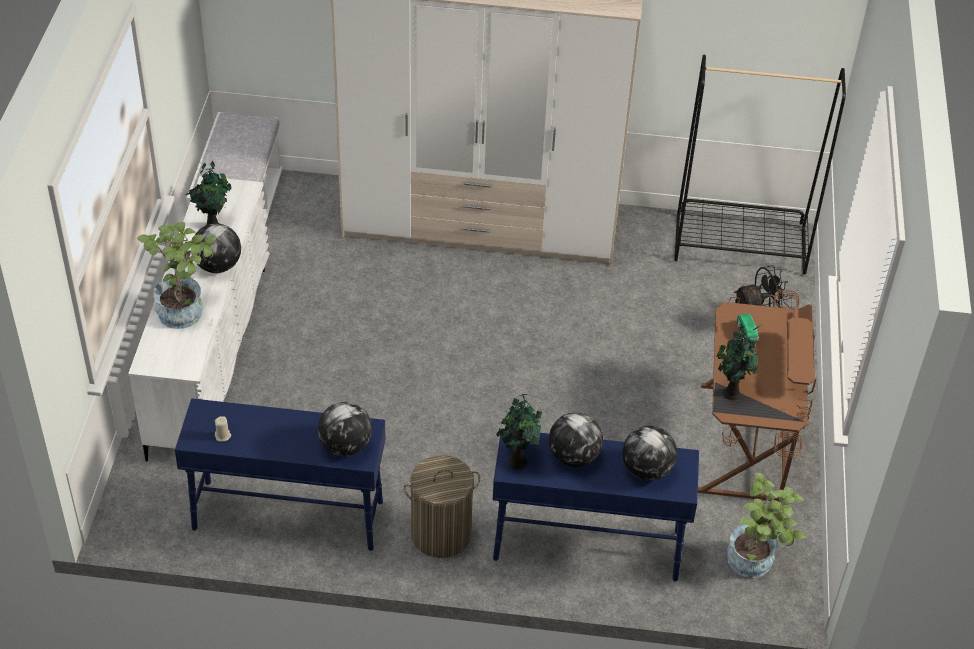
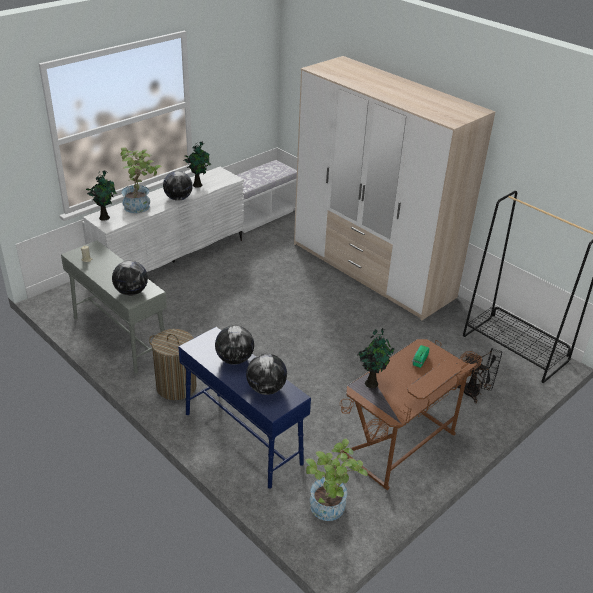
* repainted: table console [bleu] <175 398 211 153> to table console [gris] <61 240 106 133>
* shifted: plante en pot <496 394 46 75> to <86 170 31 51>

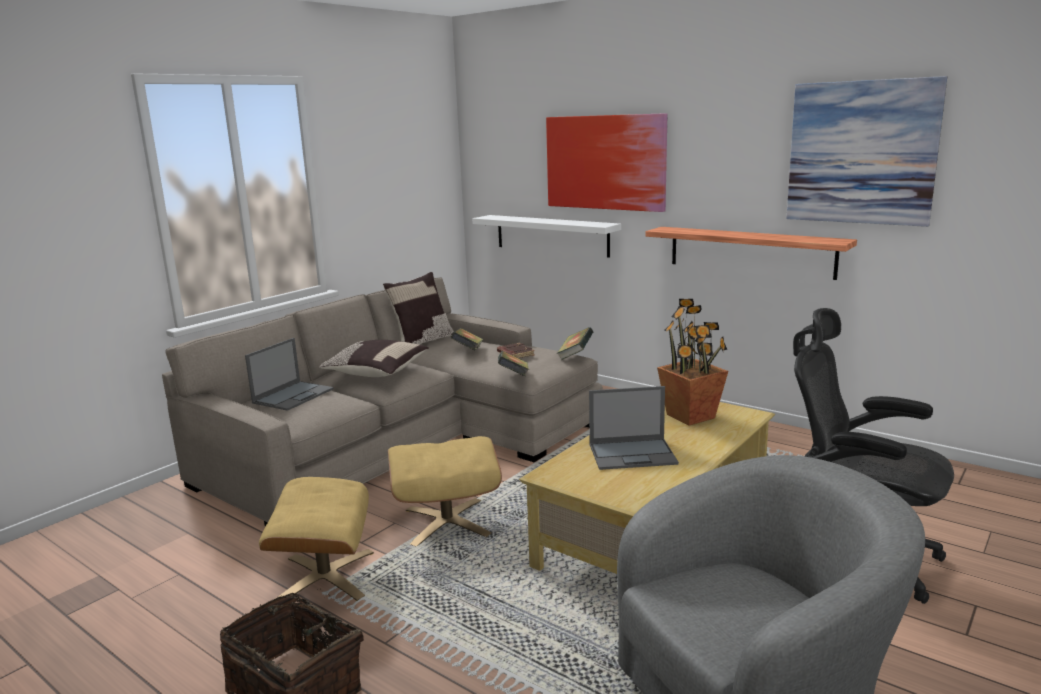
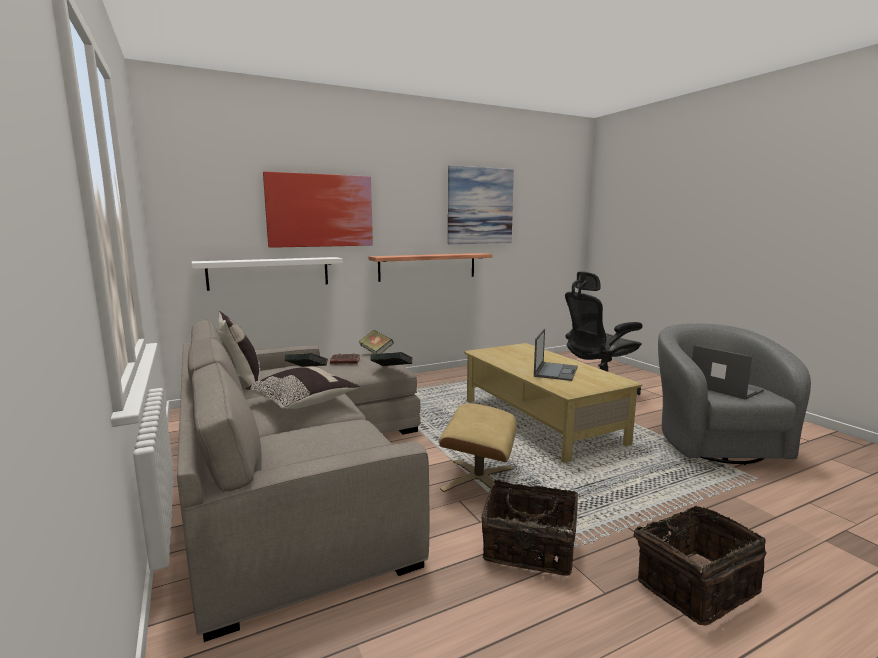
* shifted: ordinateur portable <245 338 89 73> to <692 345 72 55>
* swapped: pouf [beige] <259 477 115 124> to panier <481 480 97 96>
* gone: plante en pot <657 299 71 127>

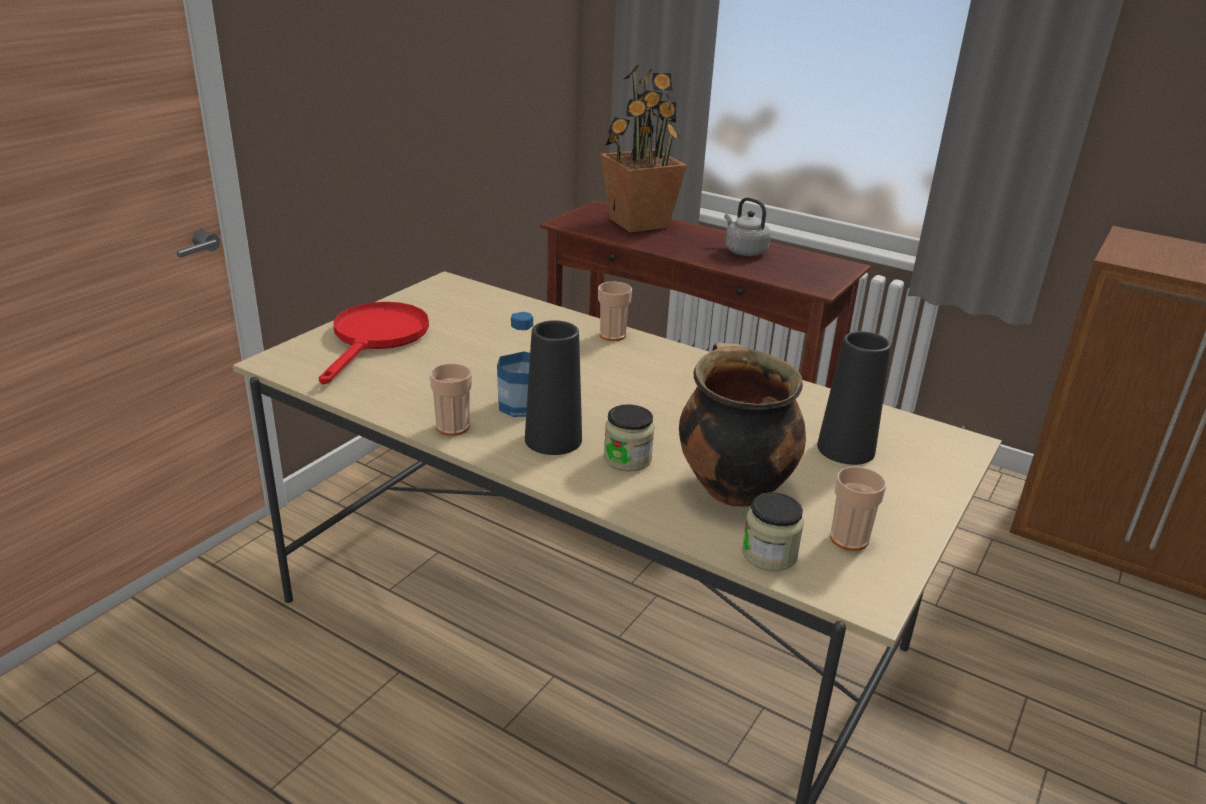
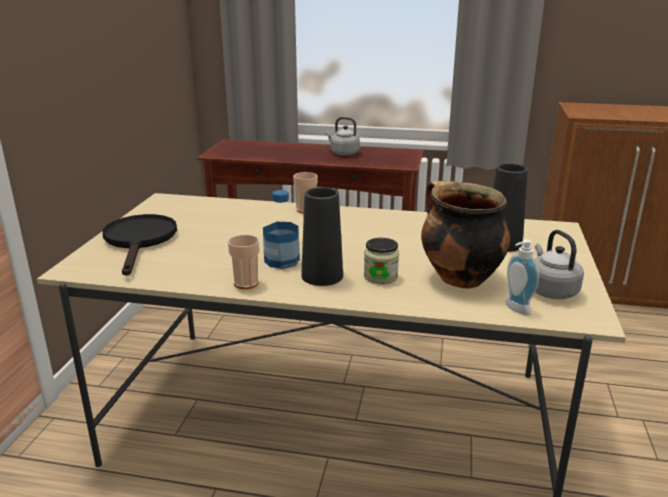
* repainted: poêle [rouge] <319 302 110 82> to poêle [noir] <102 214 75 62>
* gone: plante en pot <600 65 87 168>
* swapped: bocal <742 492 62 79> to distributeur de savon <506 239 33 76>
* swapped: tasse <830 467 56 84> to bouilloire [gris] <534 230 50 69>

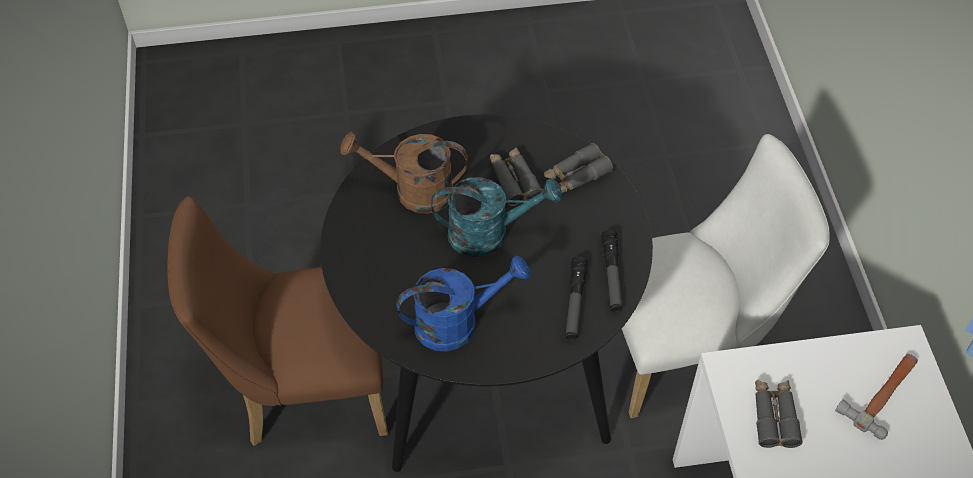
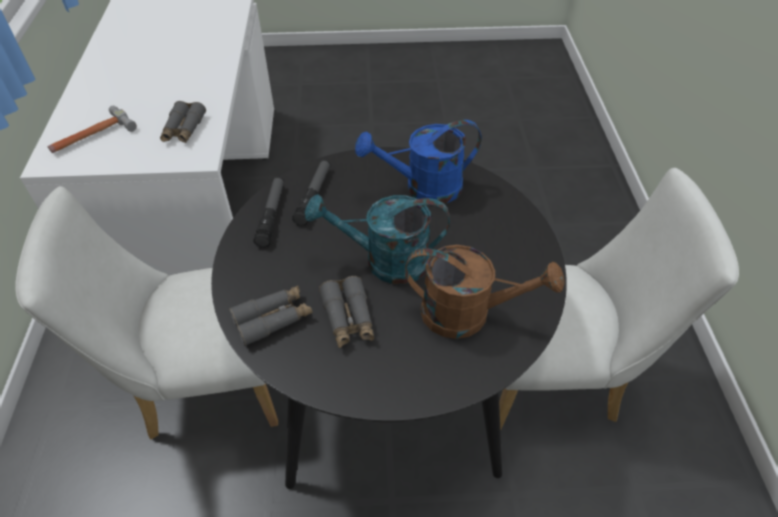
* repainted: chaise [marron] <167 196 221 250> to chaise [blanc] <499 168 240 262>

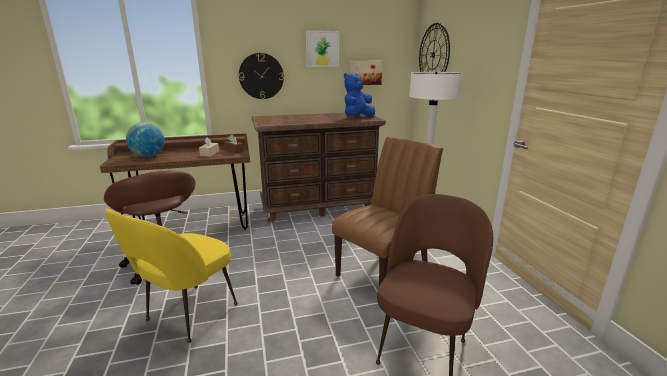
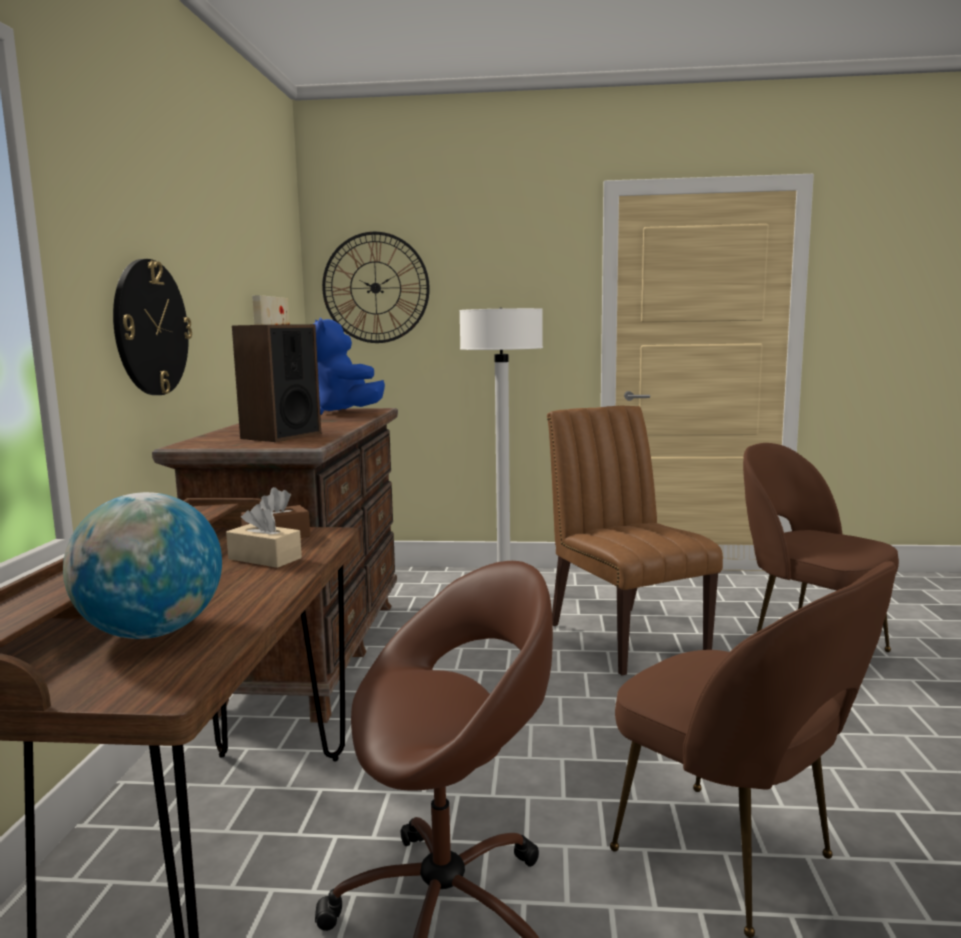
* repainted: chaise [jaune] <105 209 133 134> to chaise [marron] <610 561 287 377>
* gone: tableau <306 31 33 36>
* new: enceinte <232 324 89 118>

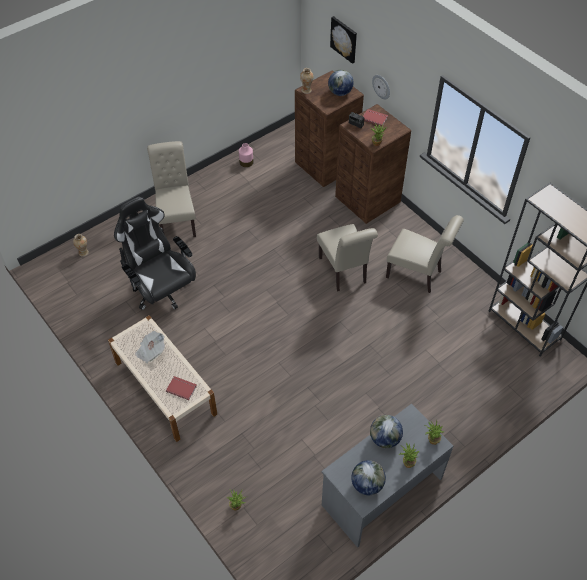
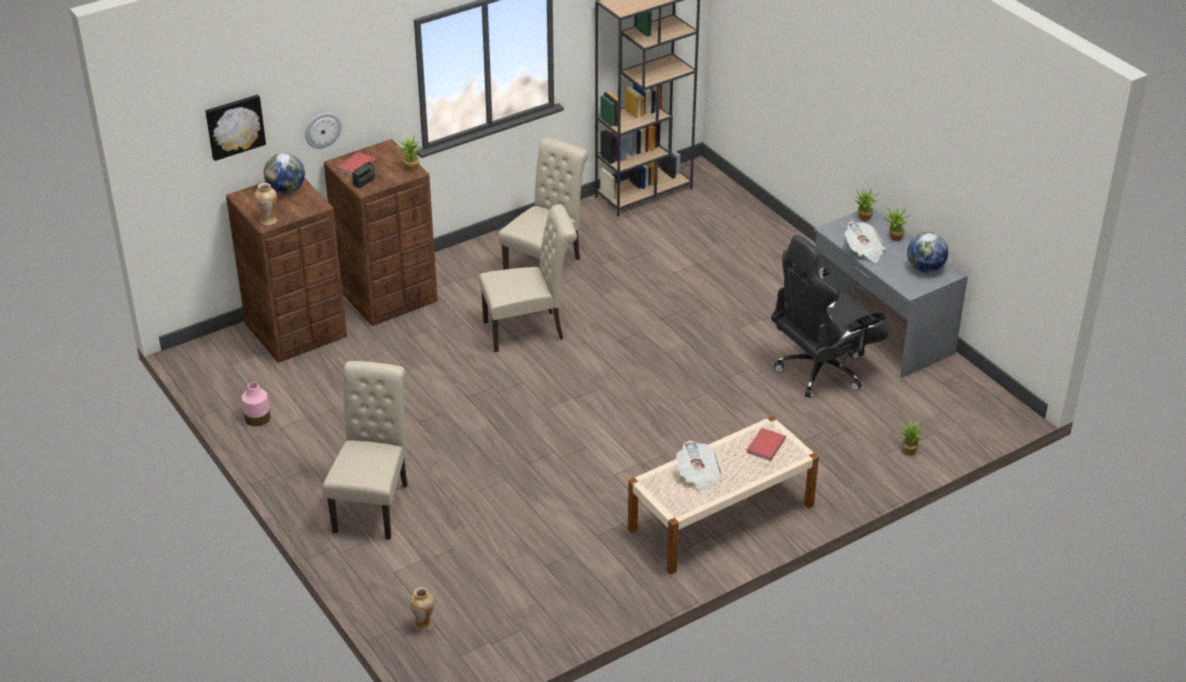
* shifted: chaise de bureau [noir] <114 197 82 113> to <771 235 118 163>
* rotated: chaise [beige] <147 141 49 96> = <323 361 85 179> 105 degrees clockwise
* swapped: globe <370 415 33 33> to journal <845 221 41 42>

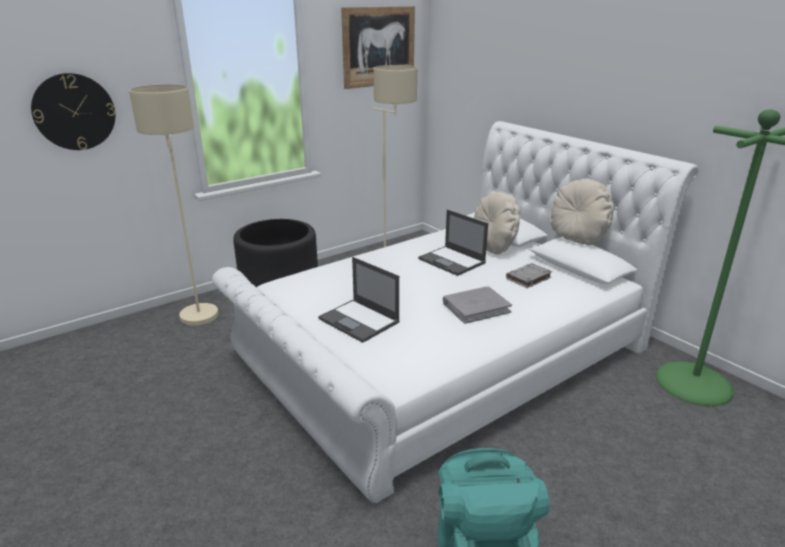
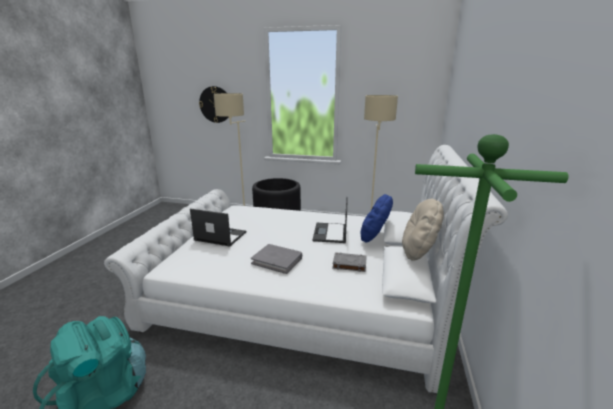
* rotated: ordinateur portable <318 257 82 86> = <190 209 57 38> 105 degrees clockwise
* gone: tableau <341 6 74 83>
* repainted: coussin [beige] <474 192 46 63> to coussin [bleu] <361 194 32 49>

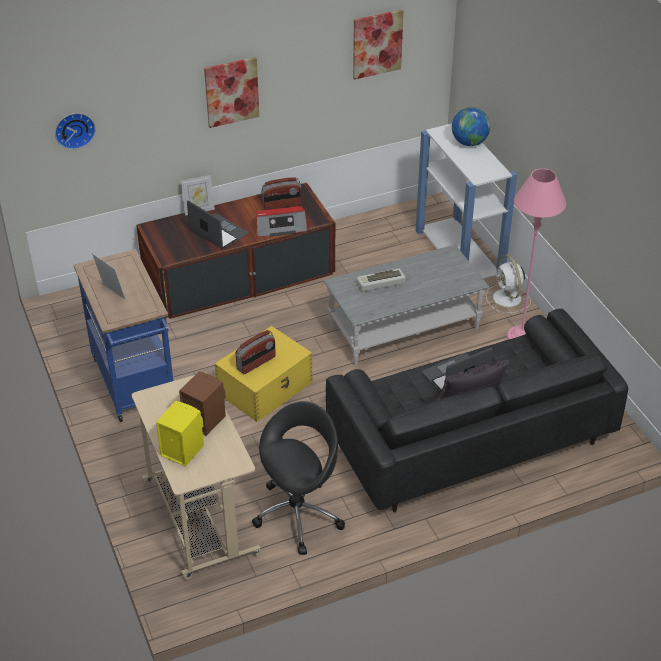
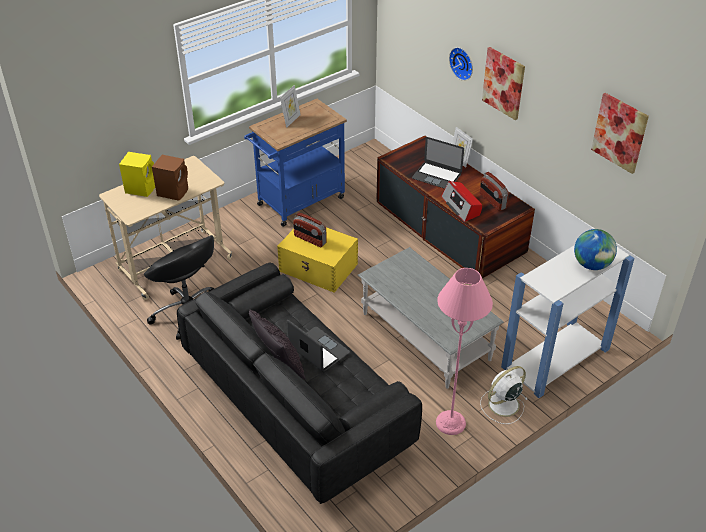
* shifted: horloge murale <55 113 41 36> to <449 47 24 34>
* rotated: ordinateur portable <187 201 61 48> = <412 137 52 52> 90 degrees clockwise
* gone: clavier <356 269 50 23>

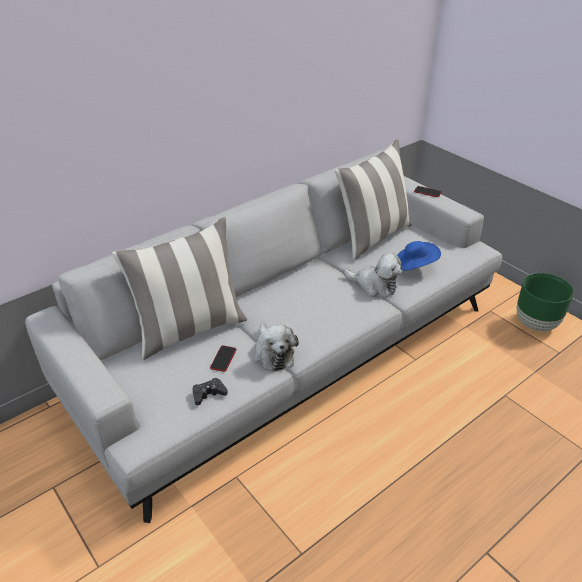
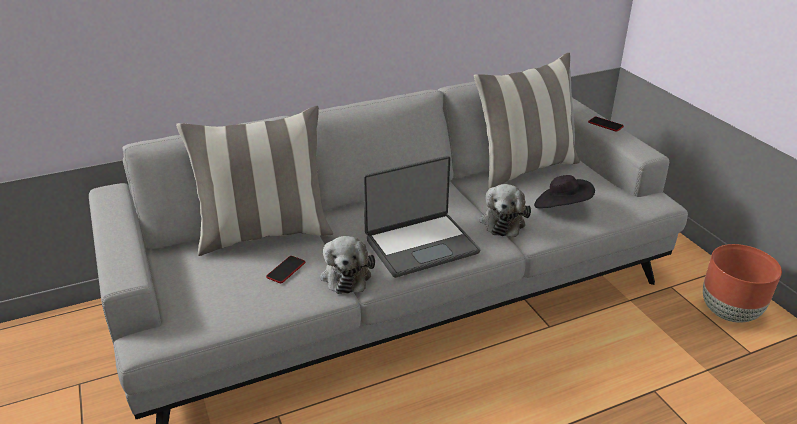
* gone: manette [noir] <193 378 35 27>
* rotated: peluche <344 253 58 44> = <480 184 51 53> 60 degrees clockwise
* repainted: chapeau [bleu] <397 241 44 30> to chapeau [noir] <534 175 61 33>
* repainted: cache-pot [vert] <517 273 57 58> to cache-pot [marron] <703 244 79 79>
* new: ordinateur portable <363 156 117 122>

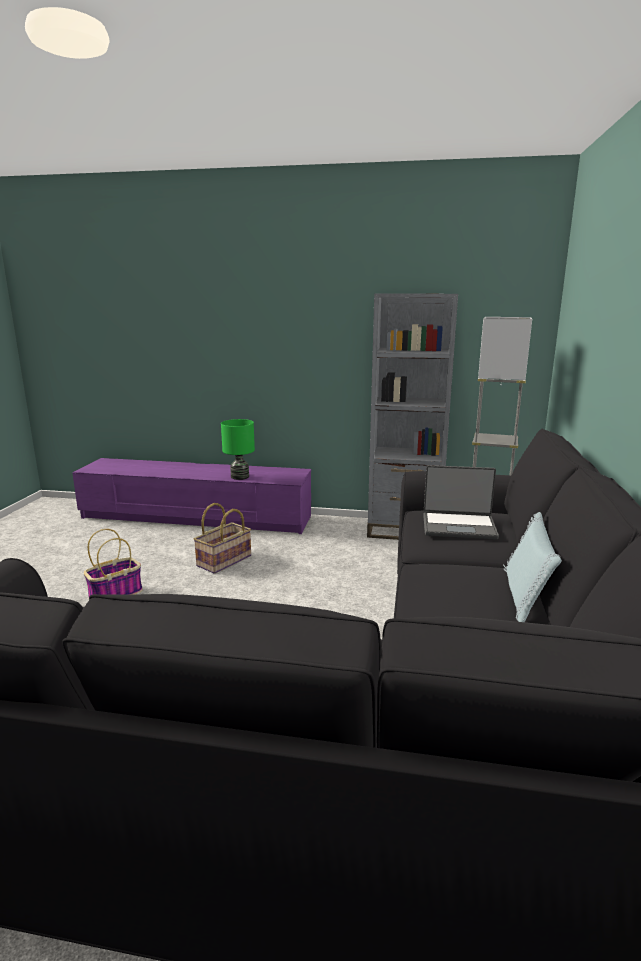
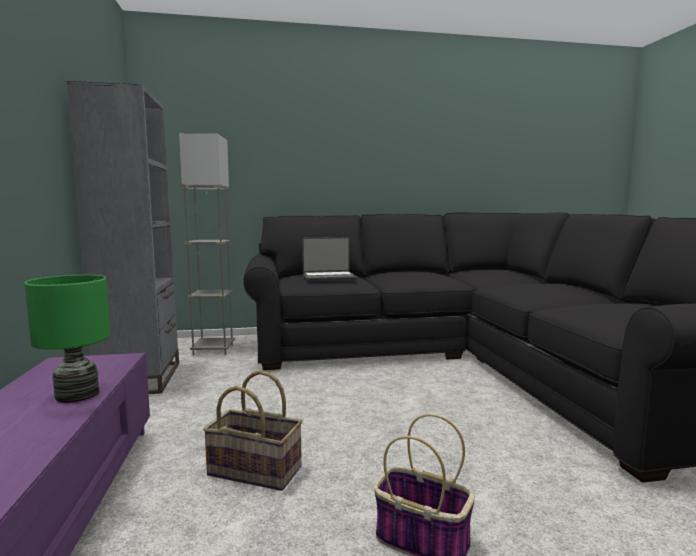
* rotated: ordinateur portable <423 465 76 74> = <302 237 55 44> 90 degrees clockwise
* gone: coussin [bleu] <503 512 59 110>

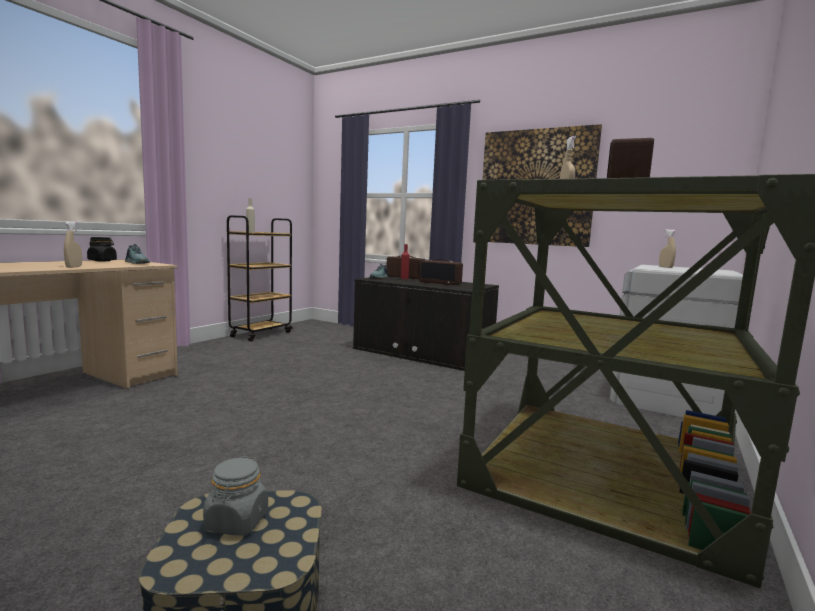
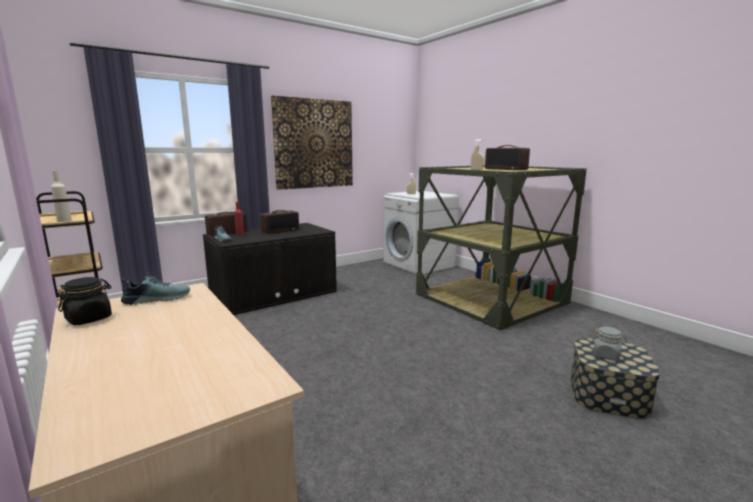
* gone: vaporisateur [beige] <64 221 18 47>

